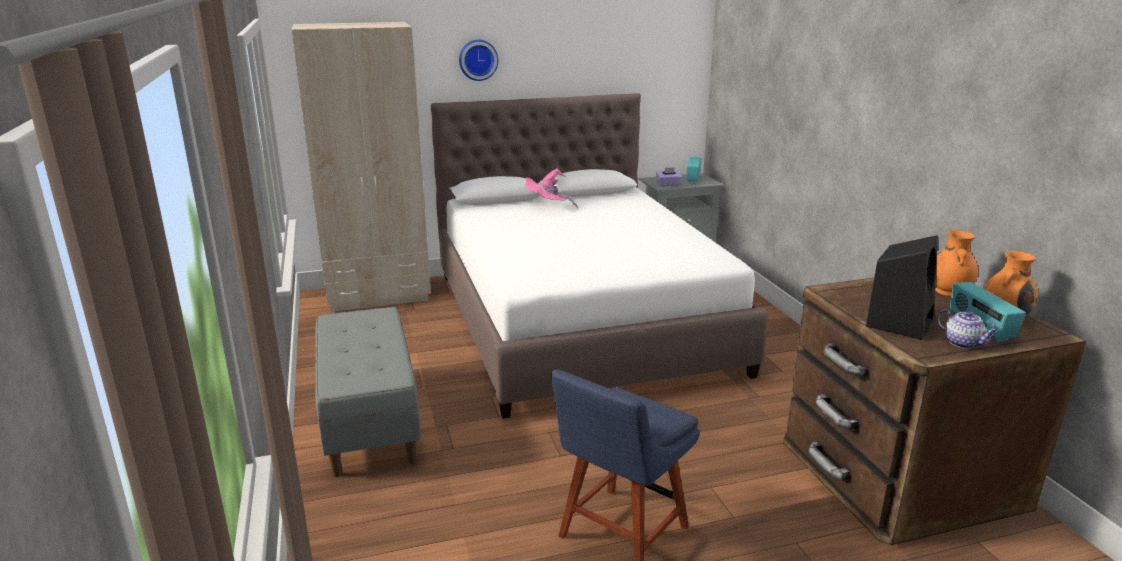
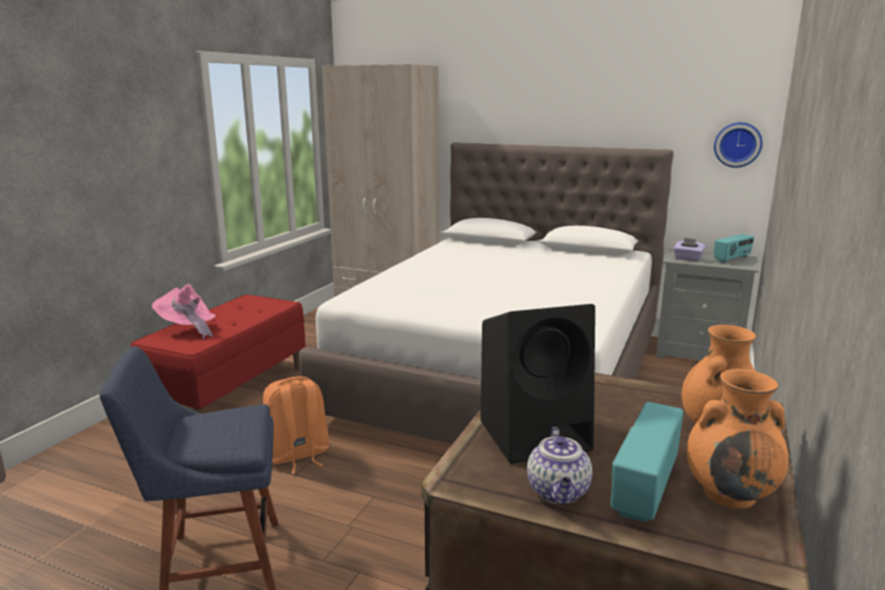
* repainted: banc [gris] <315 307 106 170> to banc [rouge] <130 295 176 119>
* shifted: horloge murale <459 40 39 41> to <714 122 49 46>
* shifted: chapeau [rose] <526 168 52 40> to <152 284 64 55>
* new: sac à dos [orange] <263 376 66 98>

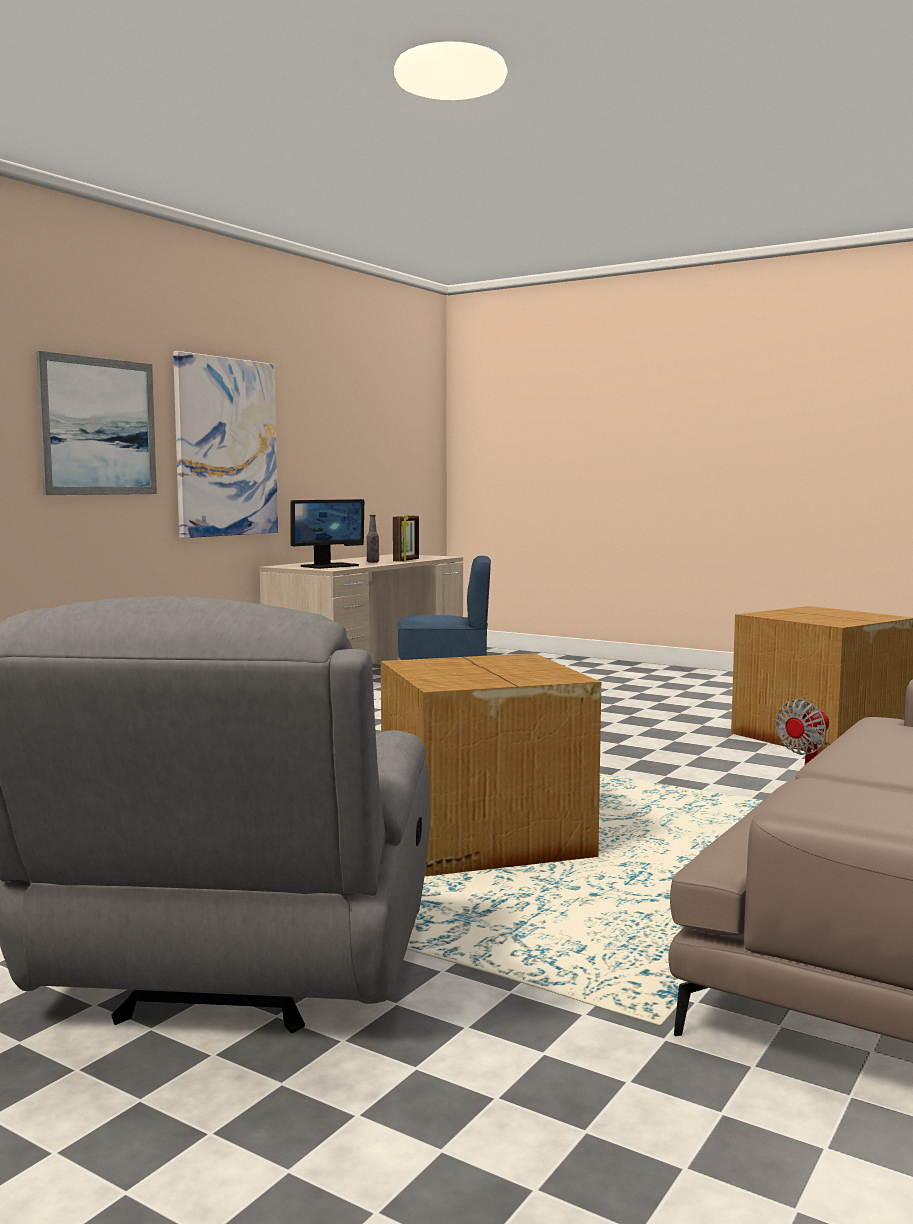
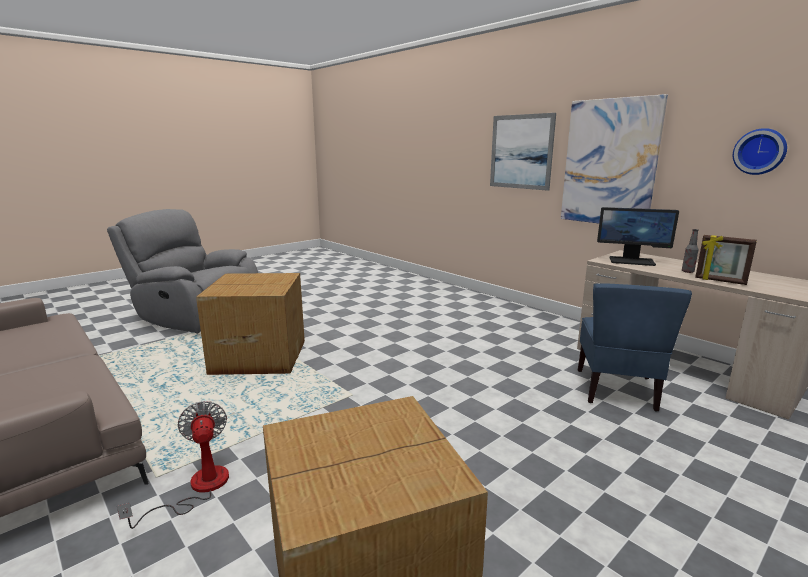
* rotated: écran d'ordinateur <290 499 74 70> = <597 207 82 59> 45 degrees counterclockwise
* new: horloge murale <733 128 54 47>

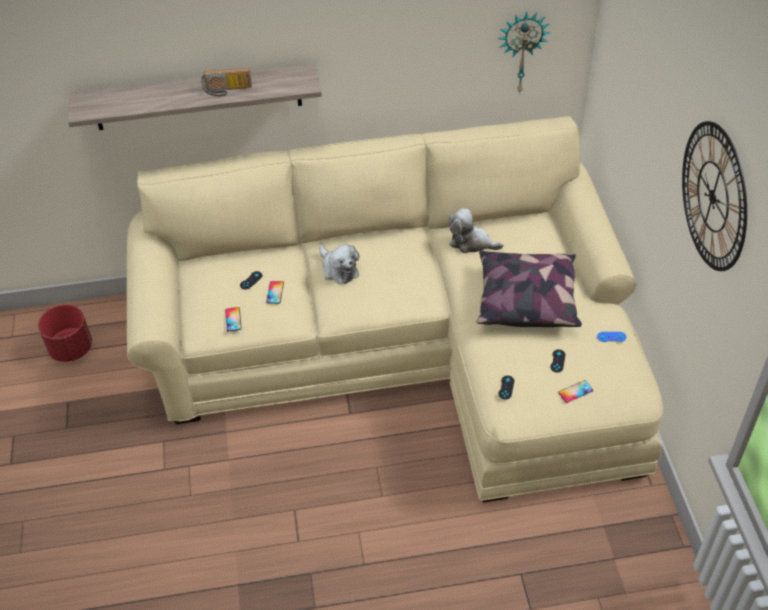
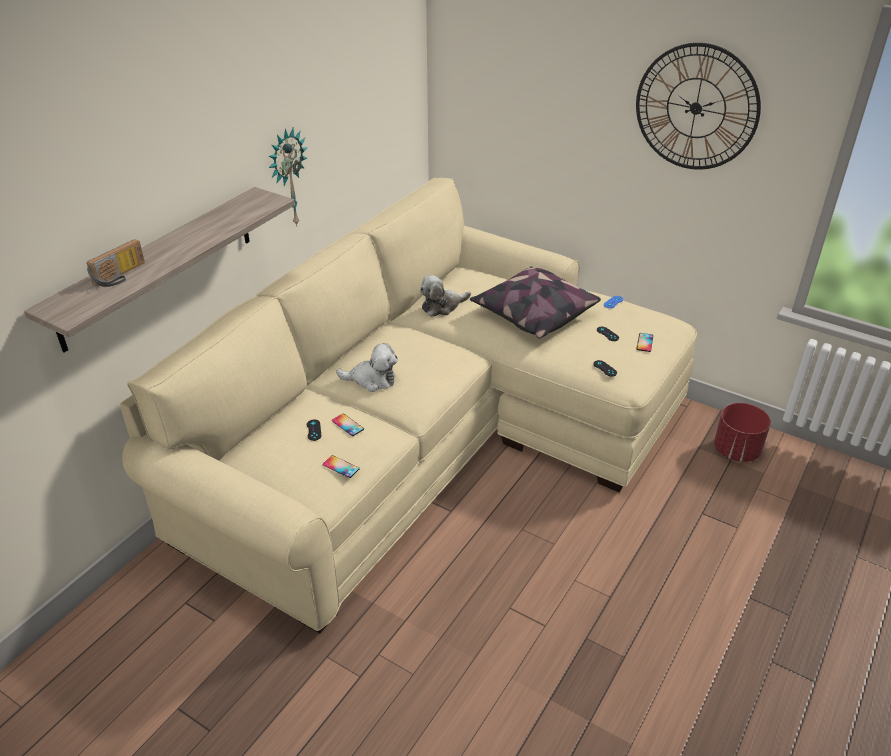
* shifted: cache-pot [rouge] <38 305 54 57> to <714 403 57 59>
* shifted: radio <201 68 51 28> to <87 239 58 48>
* shifted: horloge murale <498 12 53 82> to <269 128 39 98>

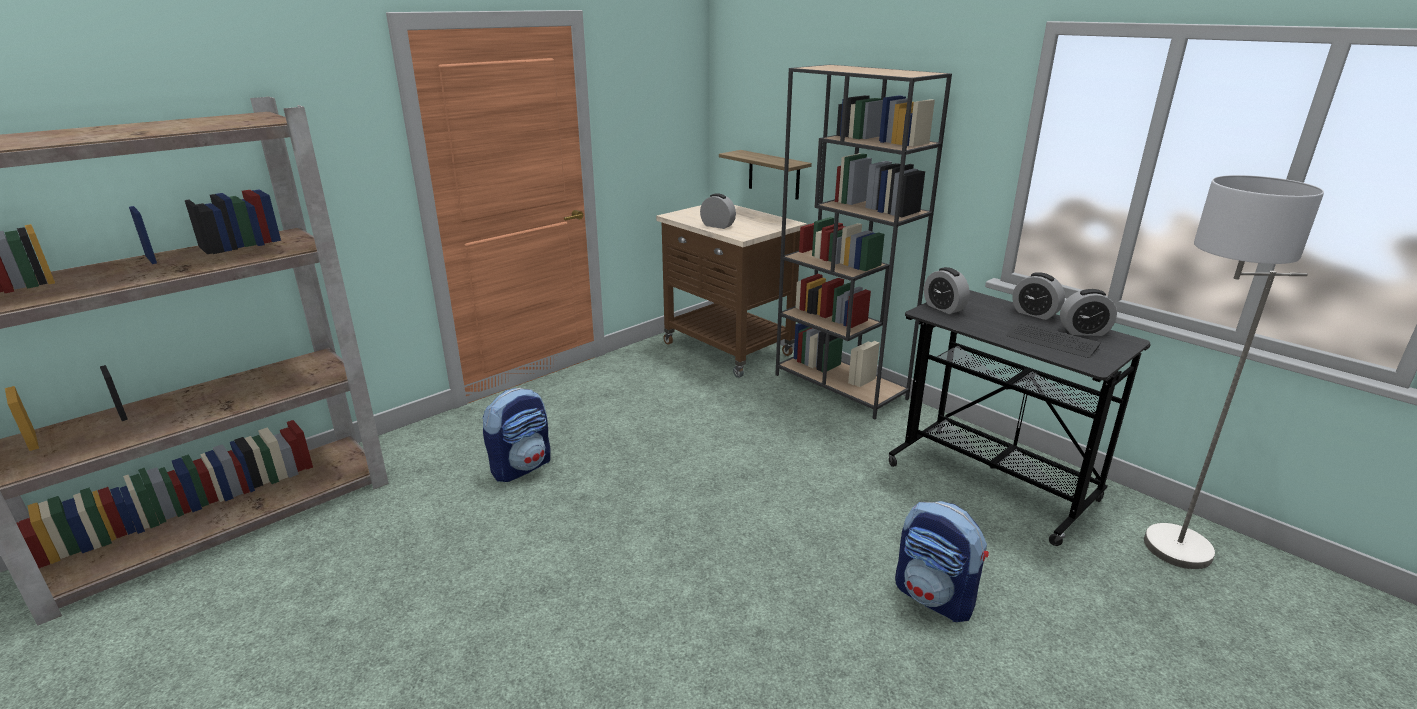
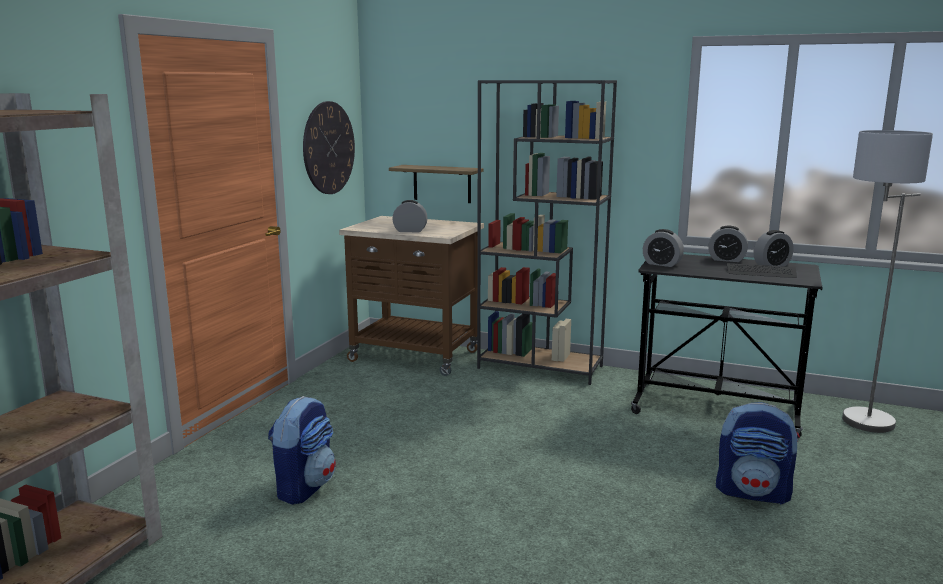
* new: horloge murale <303 101 52 93>

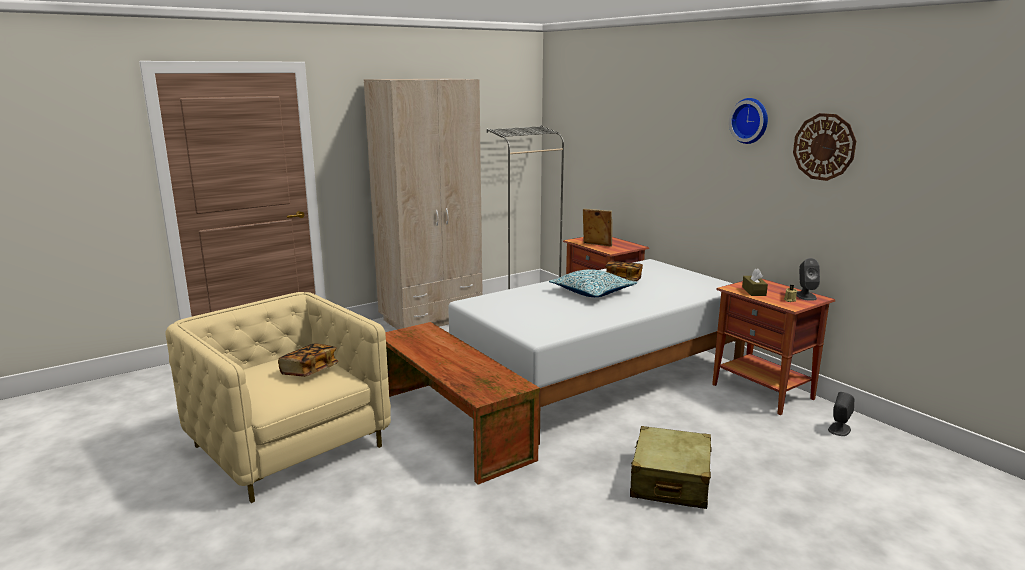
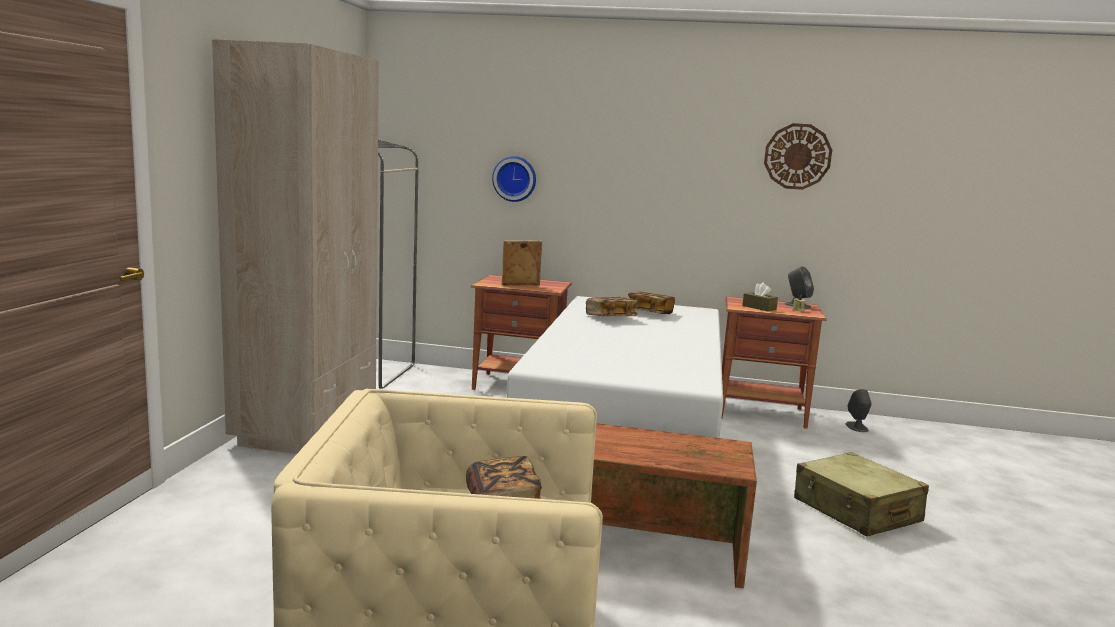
* gone: coussin <549 269 88 28>
* shifted: horloge murale <729 98 39 46> to <492 156 44 46>
* new: livre <628 291 47 23>

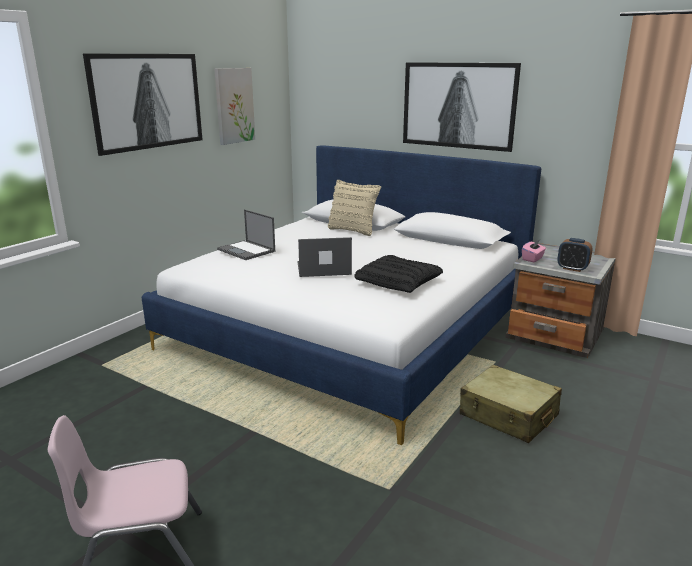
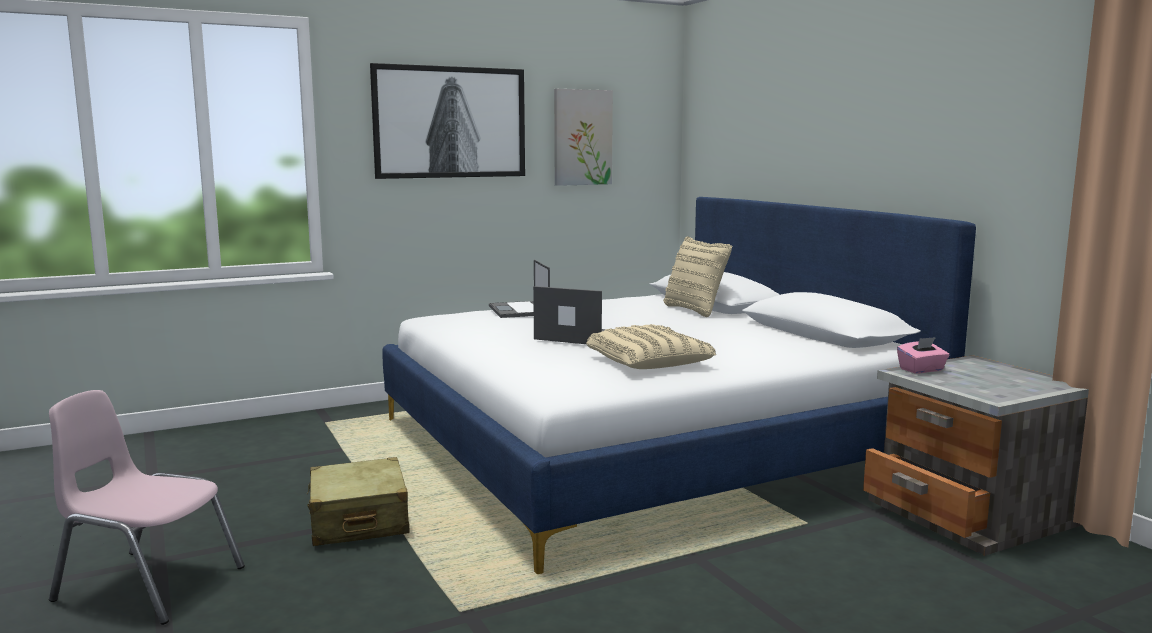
* repainted: coussin [noir] <354 255 89 38> to coussin [beige] <586 324 130 45>
* gone: tableau <403 62 118 90>
* shifted: valise [beige] <460 365 102 78> to <307 457 103 89>
* gone: réveil <557 238 35 34>

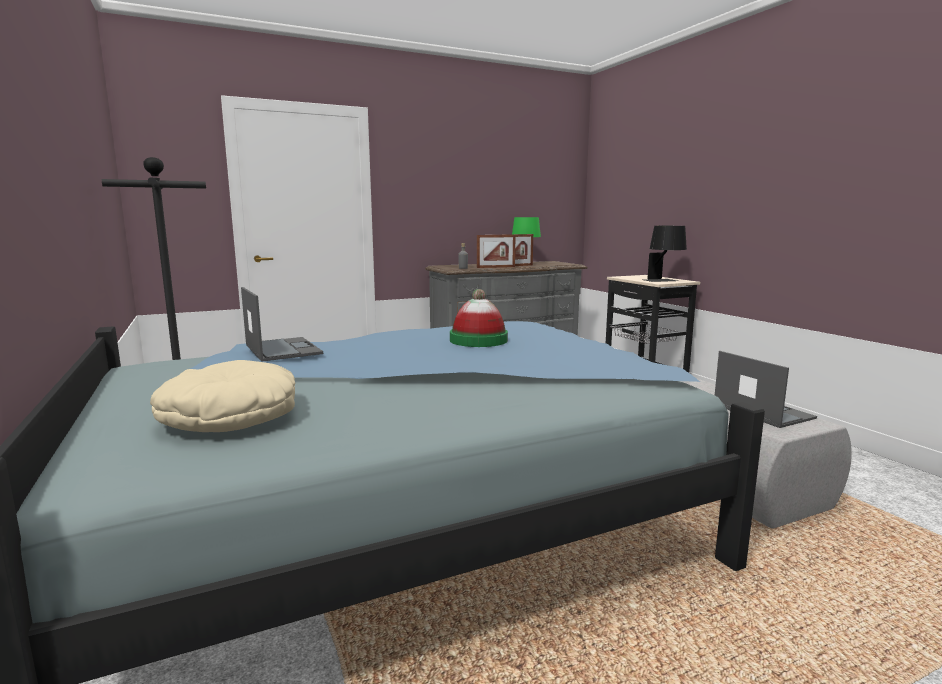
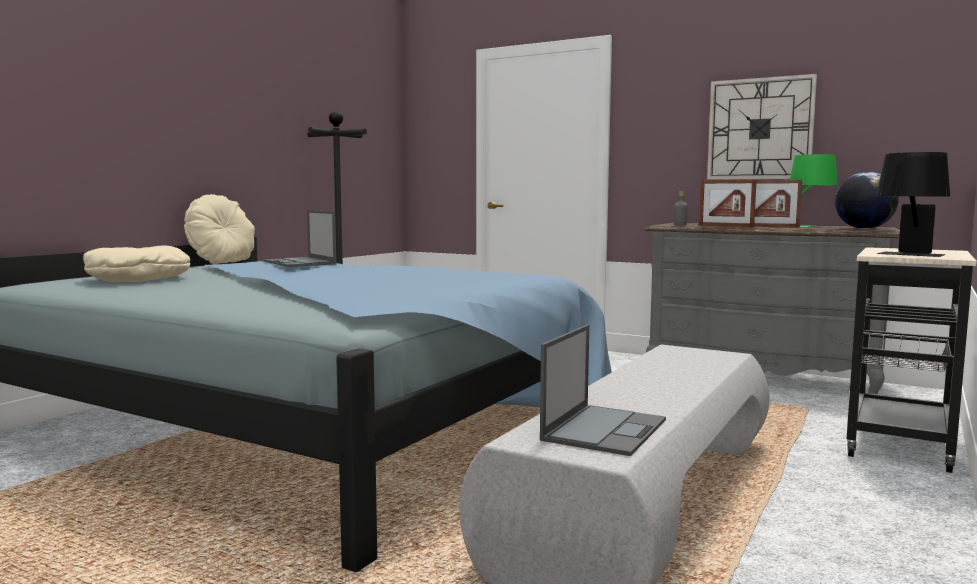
* rotated: ordinateur portable <241 287 82 75> = <264 210 73 57> 120 degrees clockwise
* gone: chapeau <450 289 58 58>
* new: coussin [beige] <184 194 71 71>
* new: horloge murale <707 74 110 106>
* new: globe <835 172 64 57>

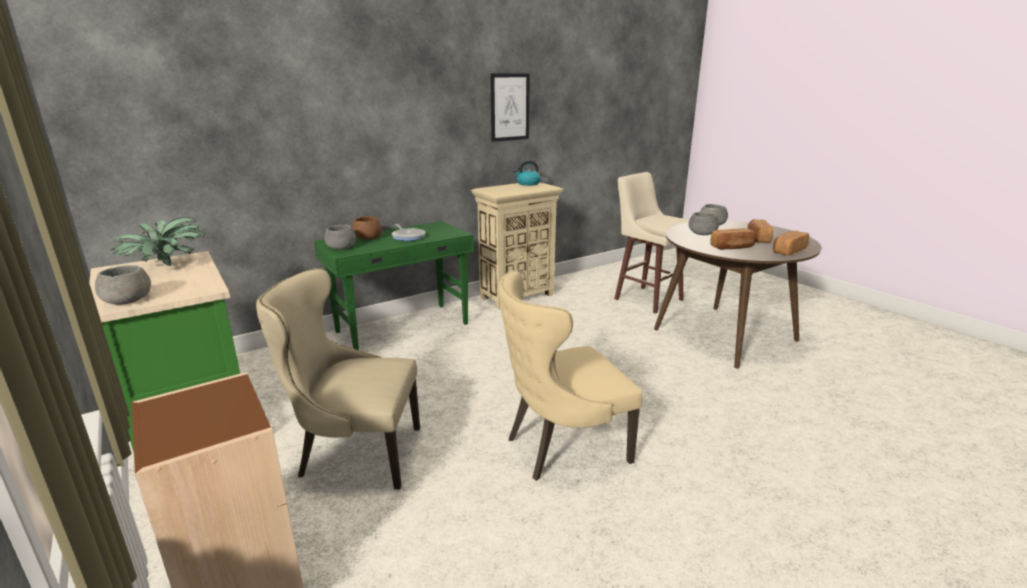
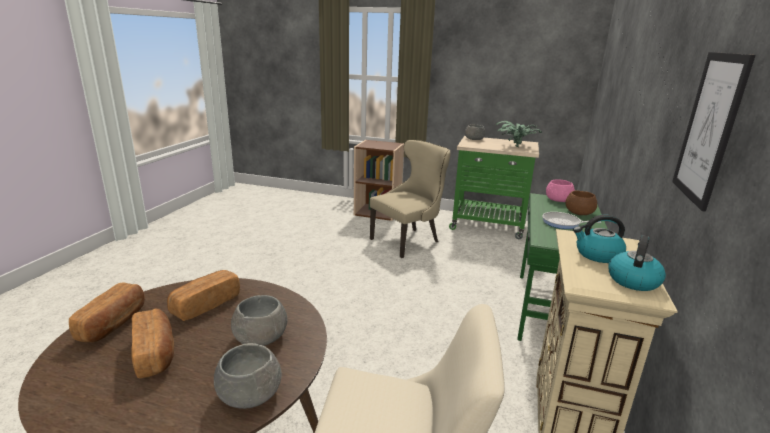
* repainted: bol [gris] <324 225 32 25> to bol [rose] <546 179 29 23>
* gone: chaise [beige] <499 270 144 211>
* new: bouilloire <573 215 53 48>

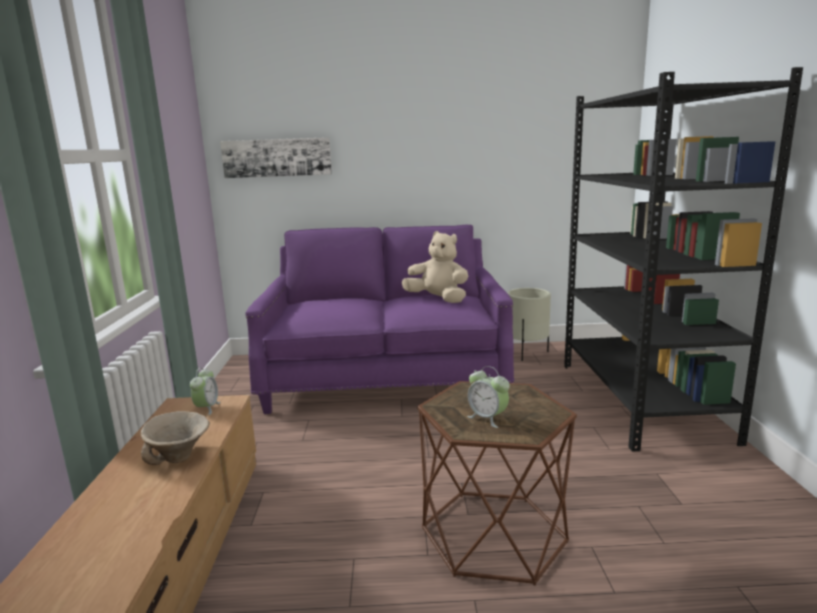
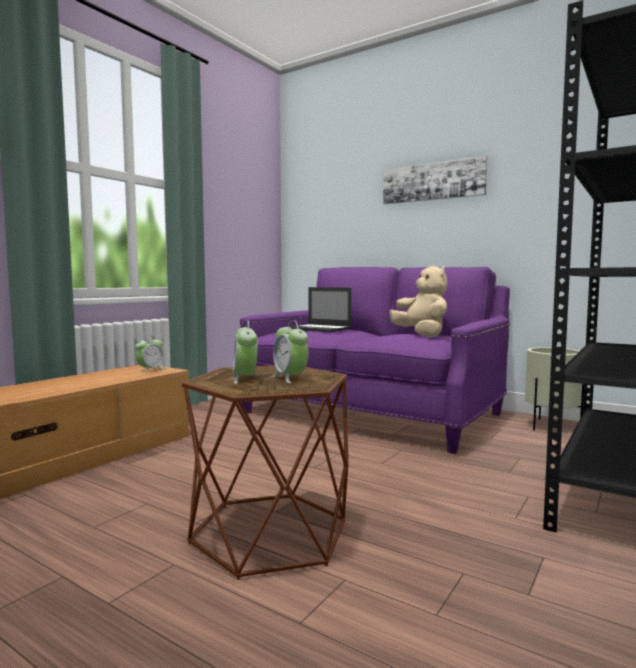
* gone: bol [beige] <141 411 69 54>
* shifted: tableau <220 137 112 41> to <383 156 104 48>
* new: réveil <272 320 36 63>
* new: ordinateur portable <290 287 61 45>

